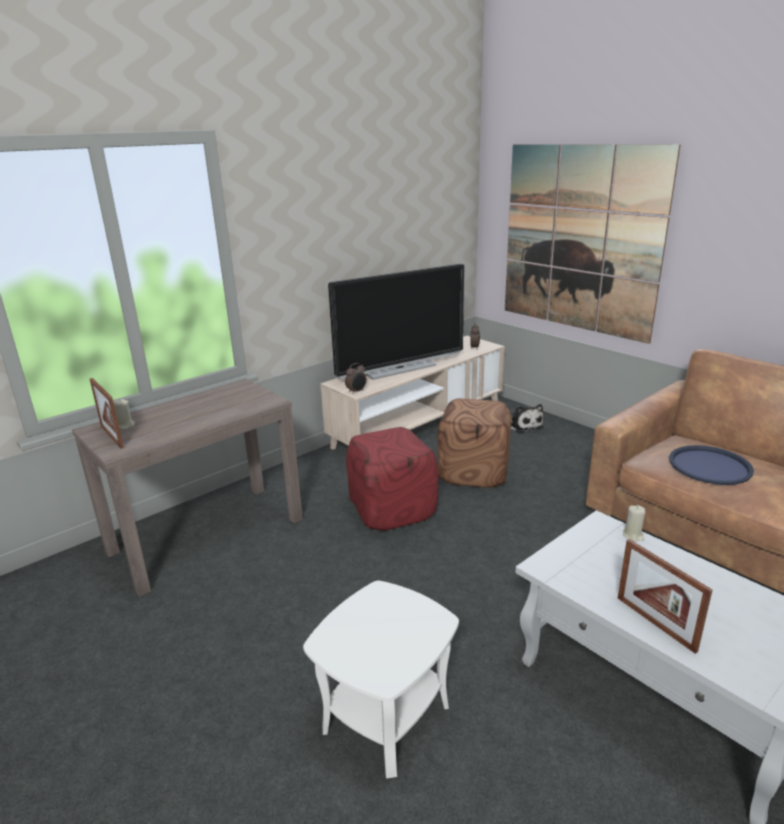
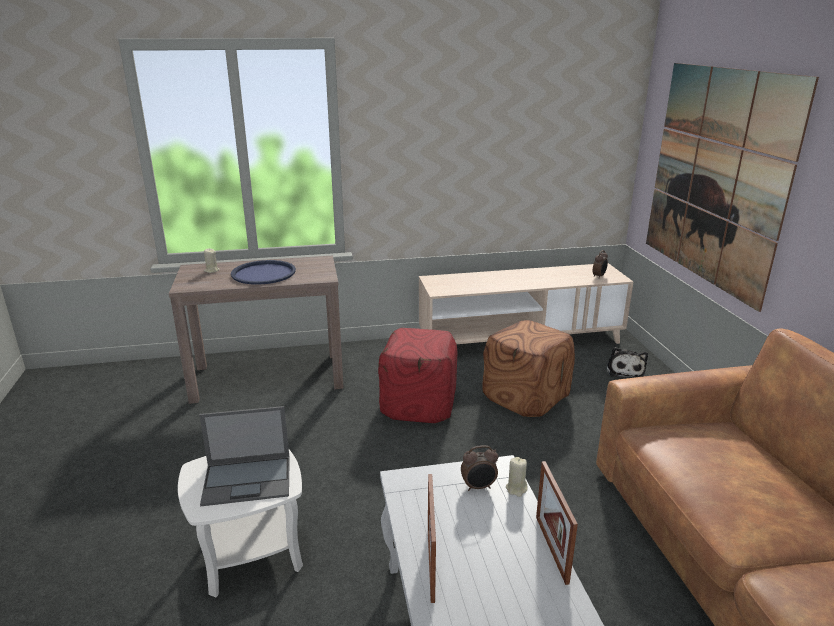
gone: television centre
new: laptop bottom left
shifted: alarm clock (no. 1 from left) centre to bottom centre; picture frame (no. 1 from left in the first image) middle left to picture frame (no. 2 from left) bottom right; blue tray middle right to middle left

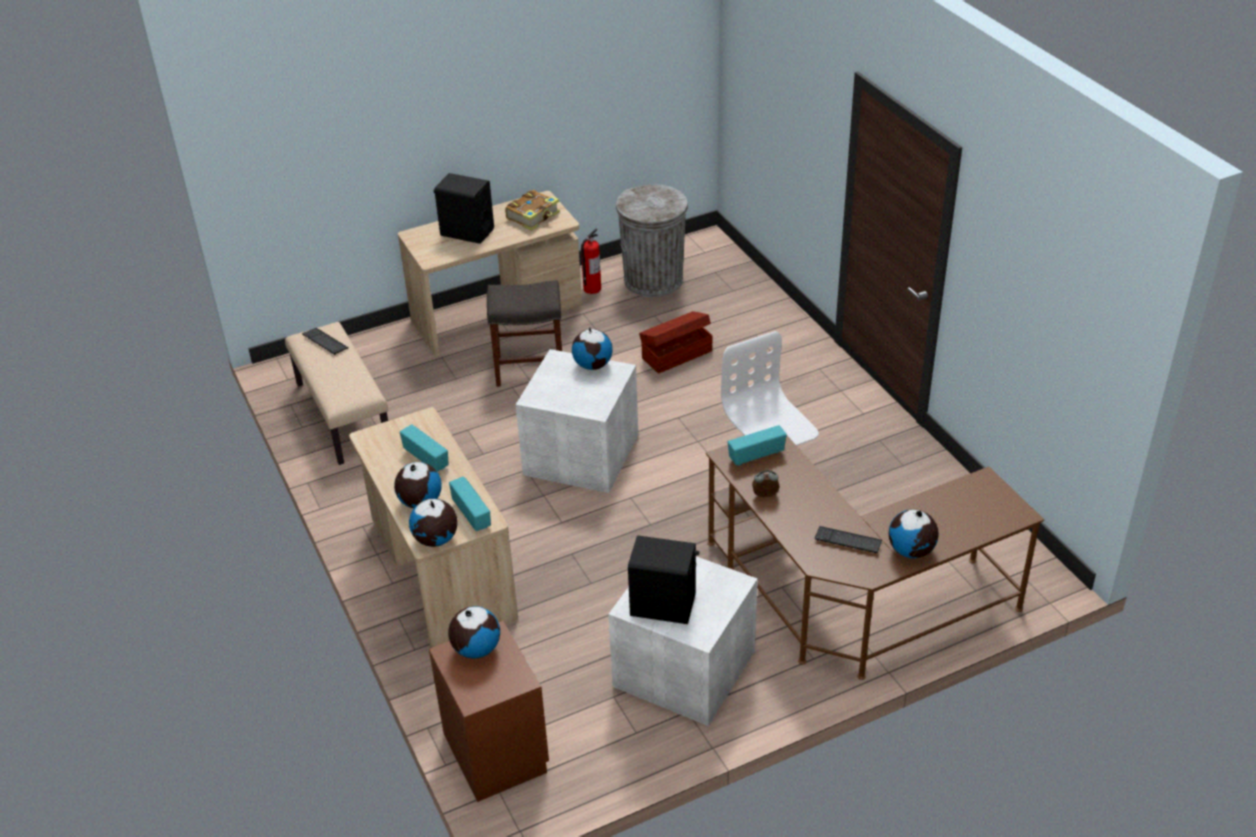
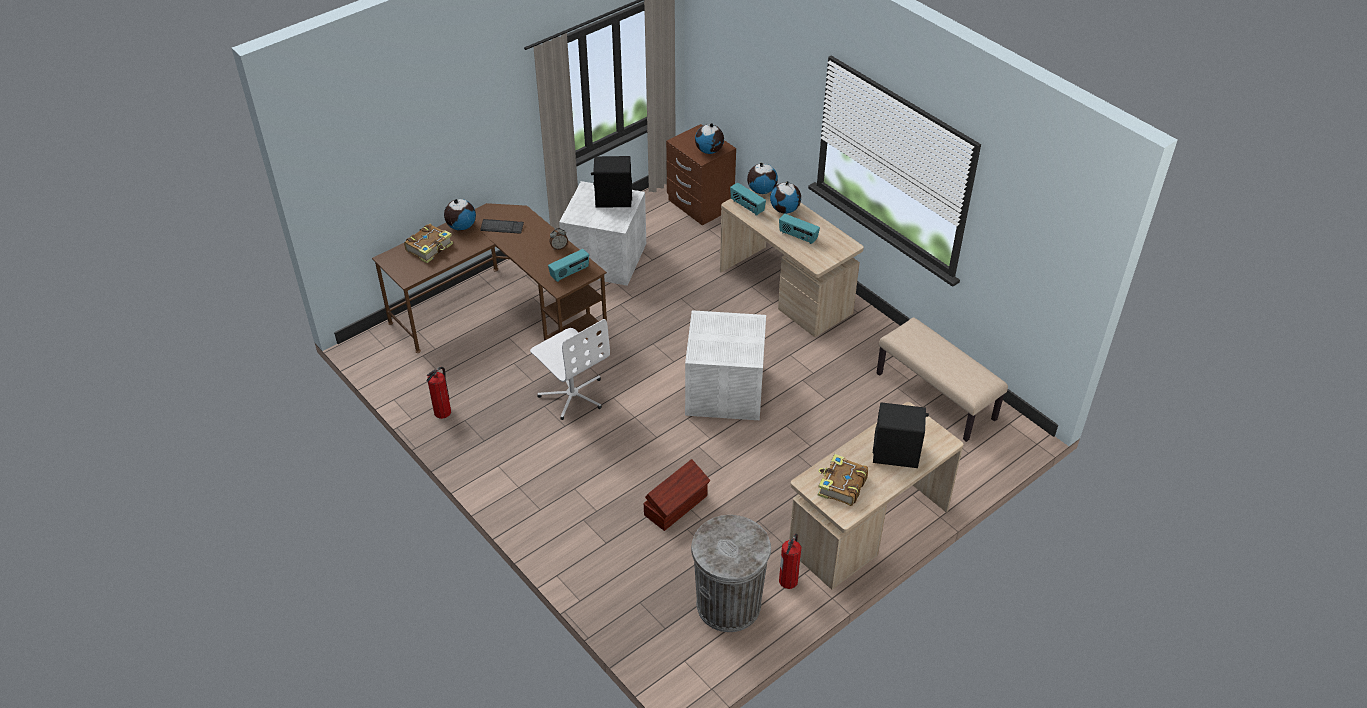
gone: grey stool centre; globe (no. 4 from left) centre; keyboard (no. 1 from left) middle left
new: book (no. 1 from left) middle left; fire extinguisher (no. 1 from left) middle left

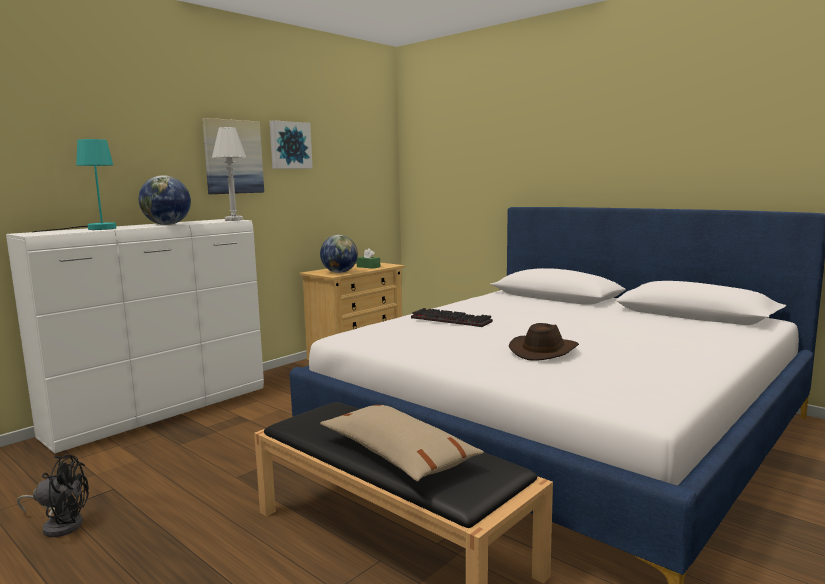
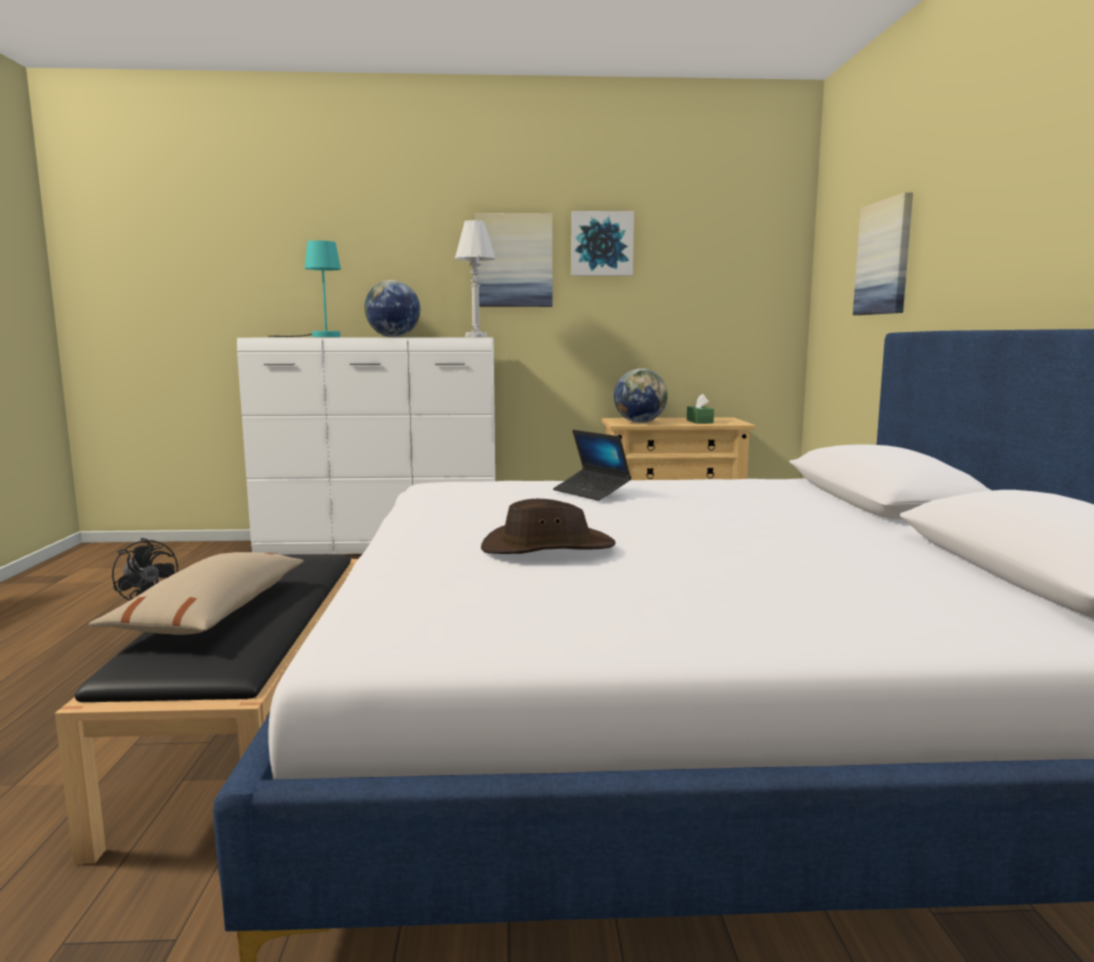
new: picture (no. 3 from left) top right
swapped: keyboard centre to laptop centre

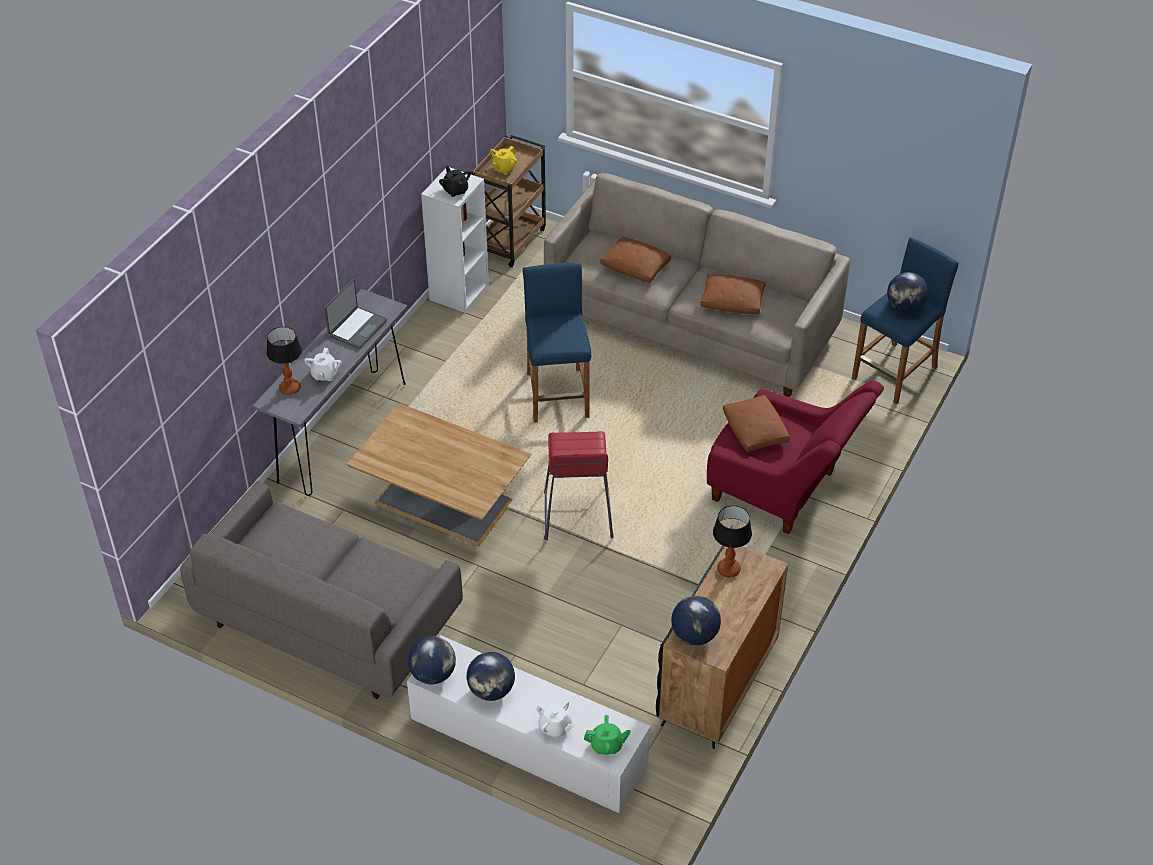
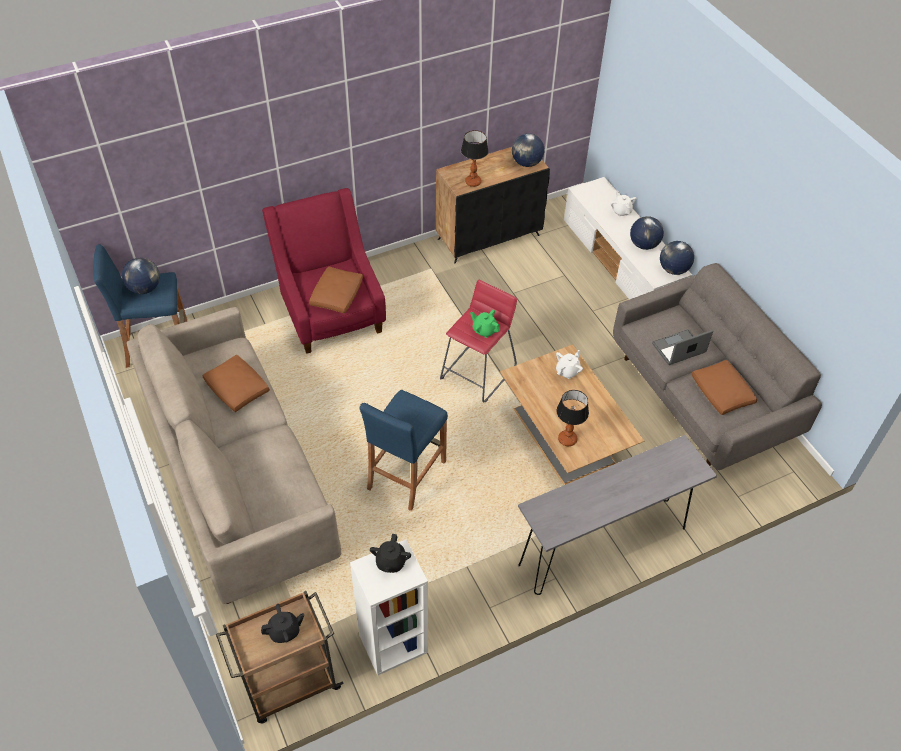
shifted: brown pillow (no. 1 from left in the first image) top centre to brown pillow (no. 3 from left) middle right; laptop middle left to middle right; table lamp (no. 1 from left in the first image) middle left to table lamp (no. 2 from left) centre; white teapot (no. 1 from left) middle left to centre; green teapot bottom centre to centre
repainted: yellow teapot top centre to black teapot (no. 1 from left) bottom left

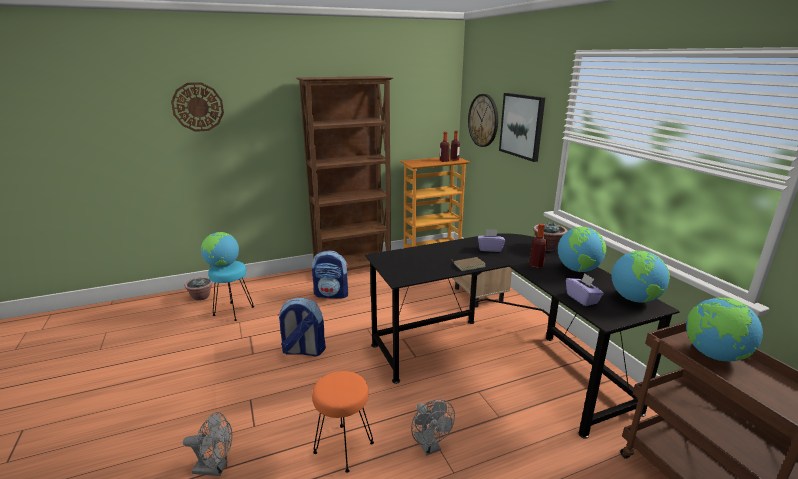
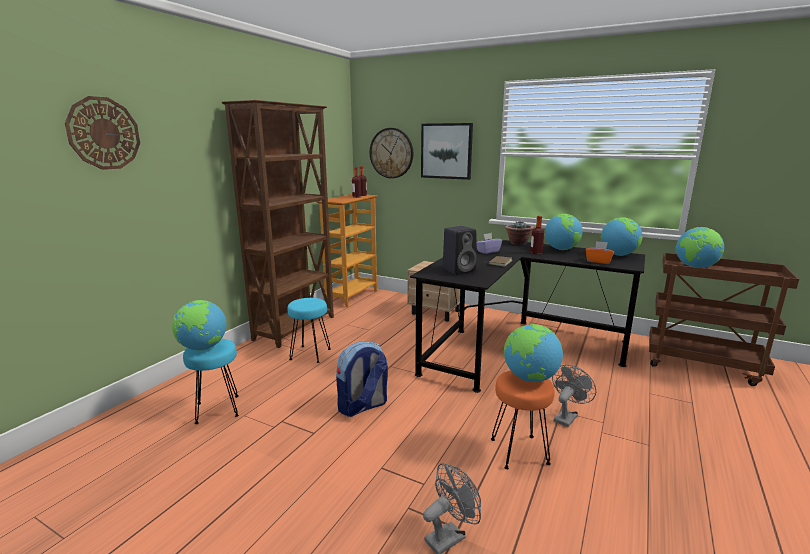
gone: potted plant (no. 1 from left) middle left
new: black speaker centre; globe (no. 2 from left) centre
swapped: backpack (no. 2 from left) centre to turquoise stool (no. 2 from left) centre
repainted: purple tissue box (no. 2 from left) middle right to orange tissue box middle right
rotated: grey fan (no. 2 from left) bottom centre = bottom right 75 degrees counterclockwise

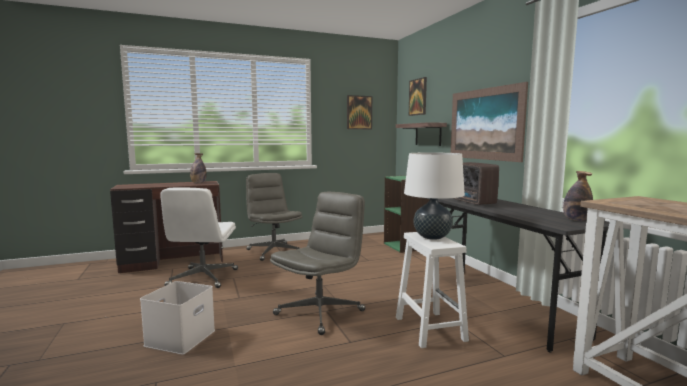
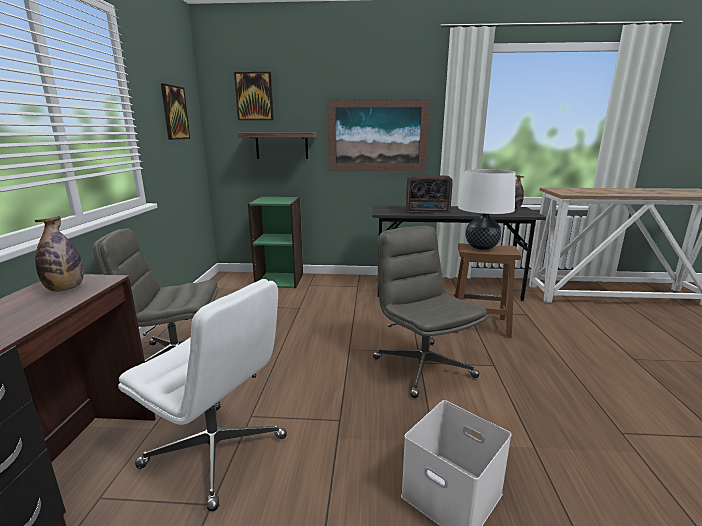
repainted: white stool bottom centre to brown stool middle right

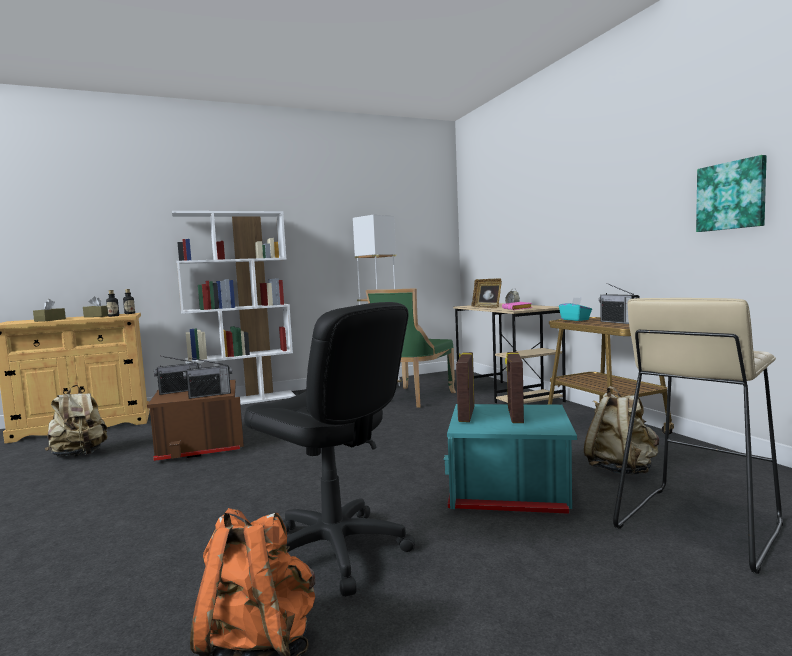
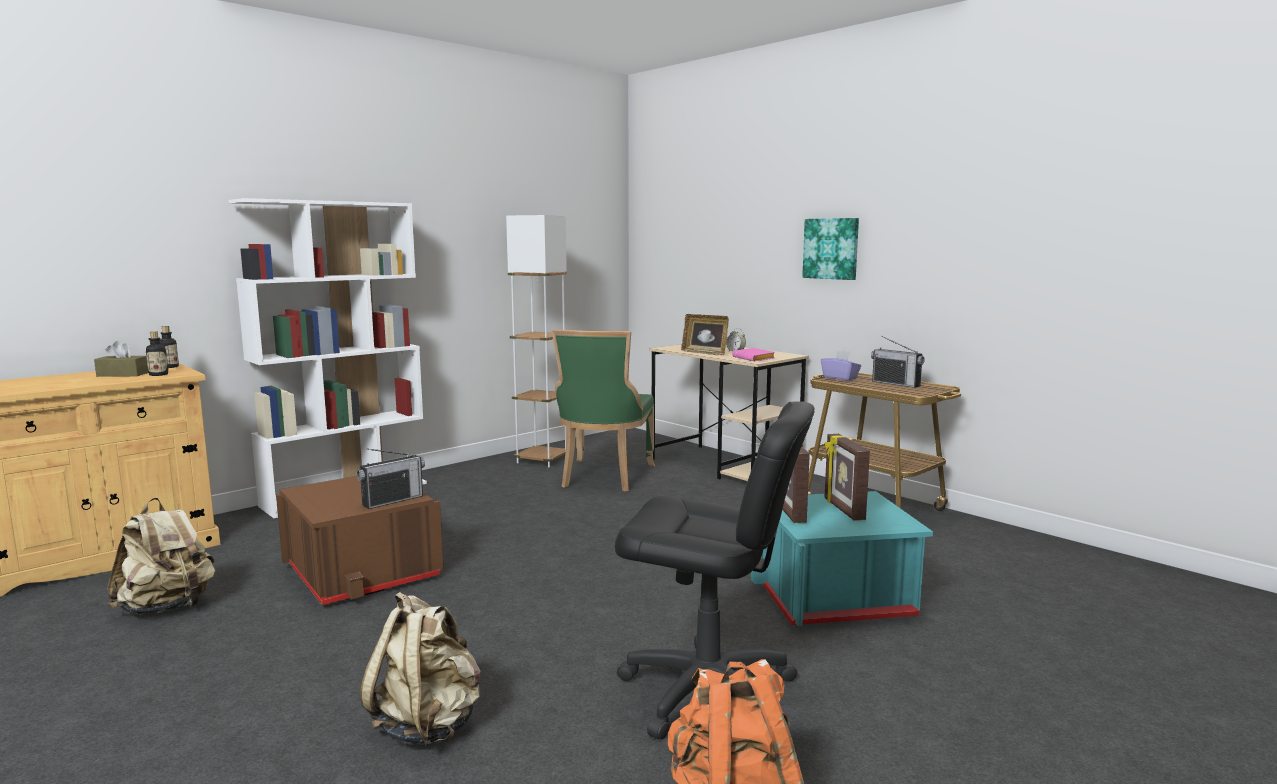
gone: beige stool middle right; brown tissue box (no. 1 from left) middle left; radio (no. 1 from left) middle left
shifted: picture top right to top centre; beige backpack (no. 2 from left) middle right to bottom left
repainted: turquoise tissue box middle right to purple tissue box centre

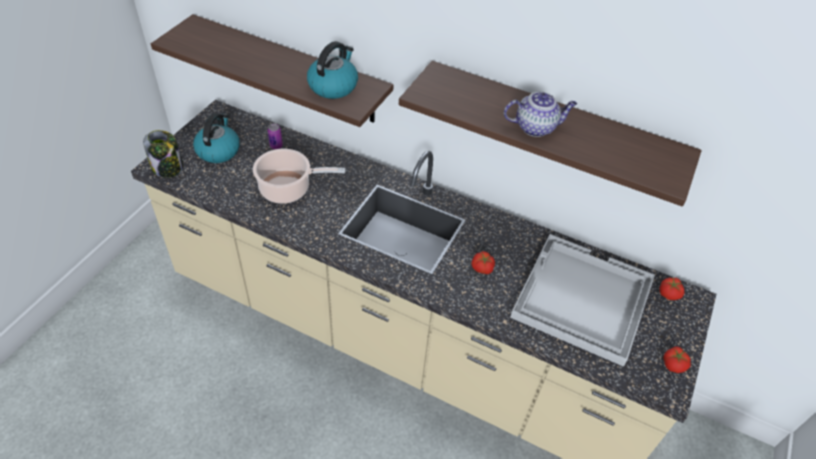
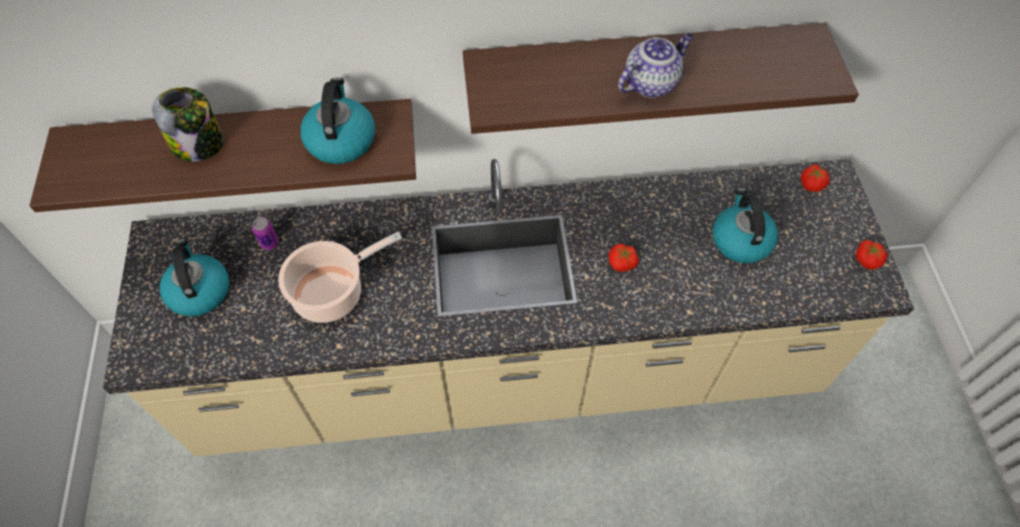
shifted: jar middle left to top left
swapped: white tray middle right to kettle (no. 3 from left) middle right

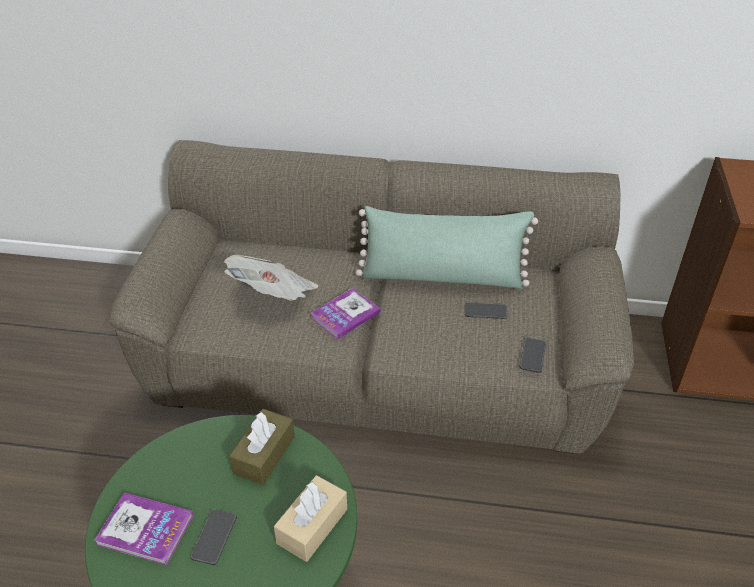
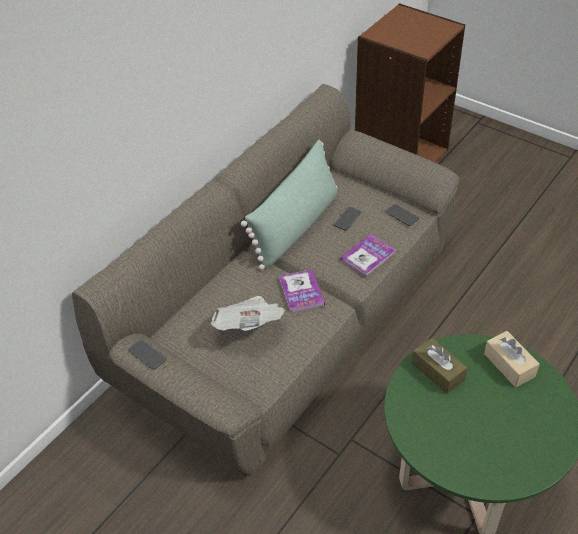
shifted: book (no. 1 from left in the first image) bottom left to book (no. 2 from left) centre; phone (no. 1 from left) bottom left to middle left

